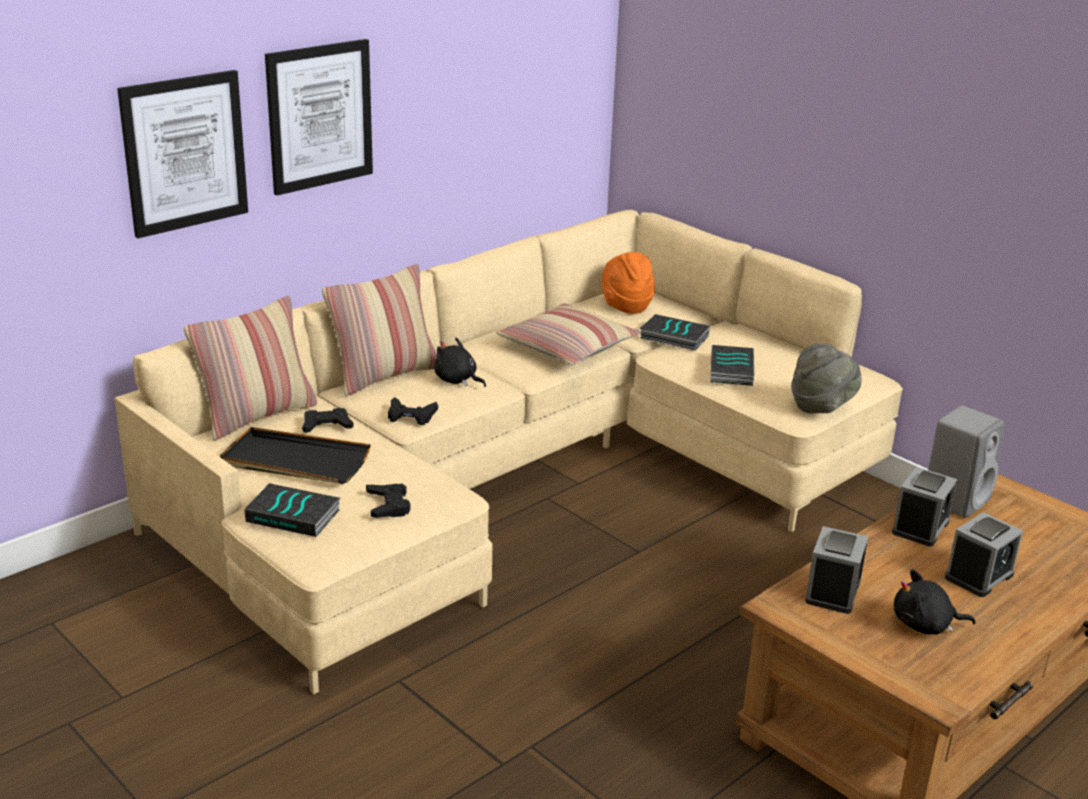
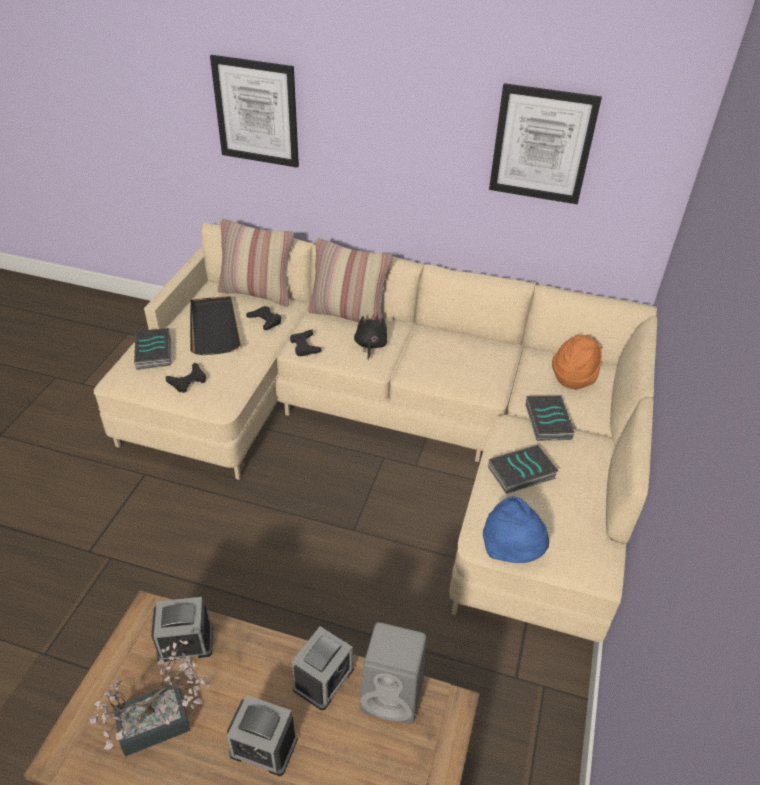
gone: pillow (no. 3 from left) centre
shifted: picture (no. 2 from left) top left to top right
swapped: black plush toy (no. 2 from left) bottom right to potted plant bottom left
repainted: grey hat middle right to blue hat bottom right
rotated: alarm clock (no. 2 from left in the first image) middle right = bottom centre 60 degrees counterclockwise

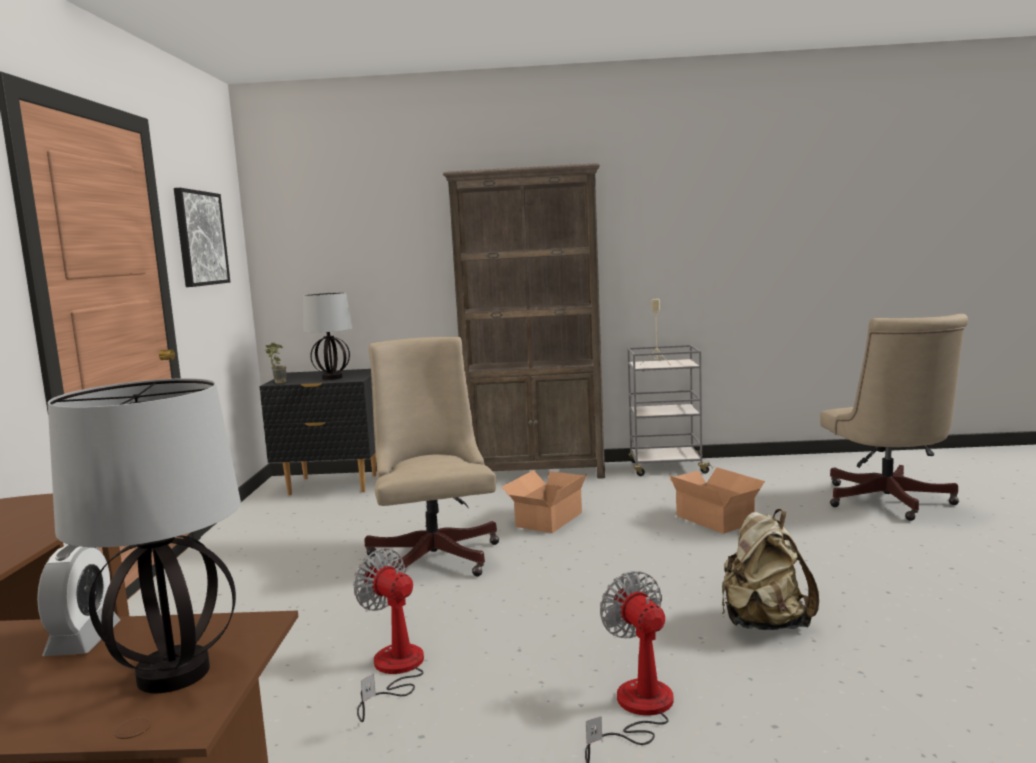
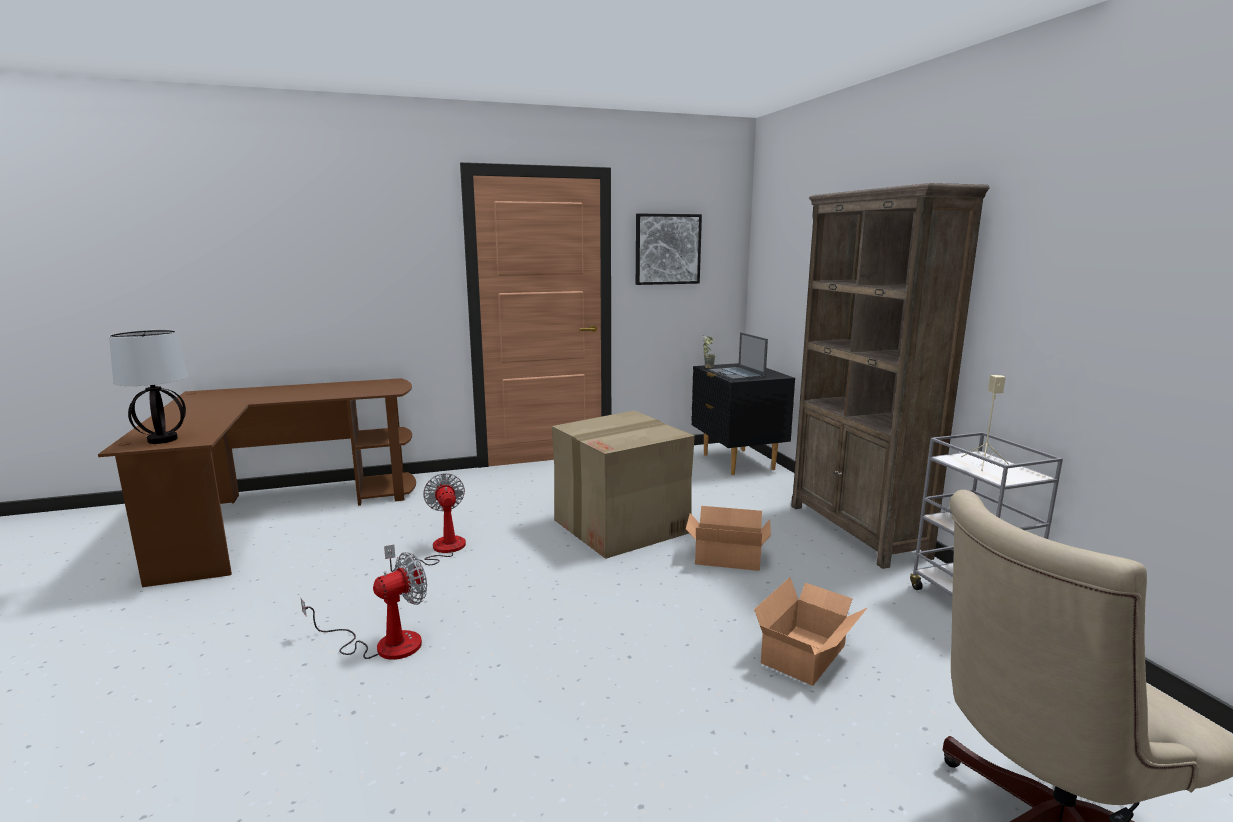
gone: beige backpack bottom right; alarm clock bottom left
swapped: table lamp (no. 2 from left) middle left to laptop centre; beige office chair (no. 1 from left) centre to cardboard box (no. 1 from left) centre
rotated: fan (no. 1 from left in the first image) bottom centre = centre 45 degrees counterclockwise

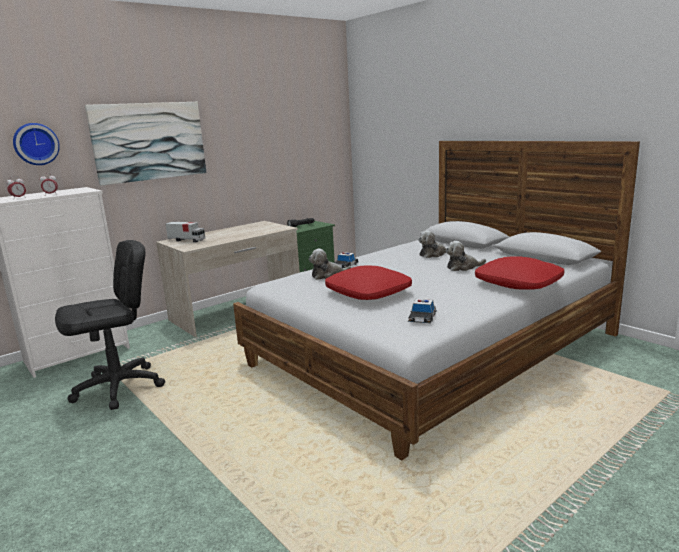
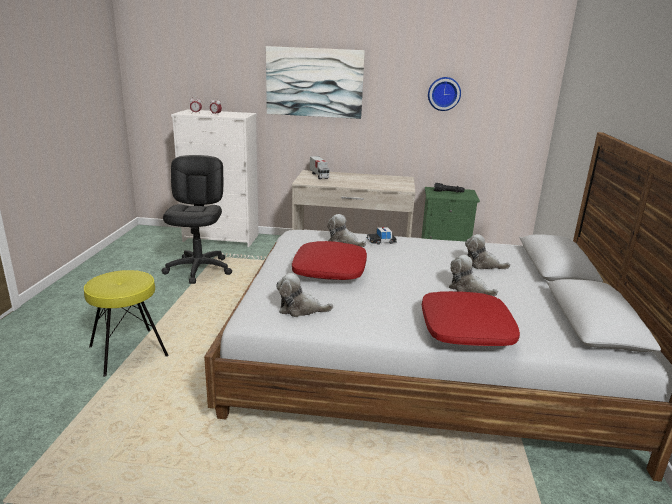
new: yellow stool middle left
shifted: wall clock top left to top centre
swapped: toy car (no. 2 from left) centre to plush toy (no. 1 from left) centre
rotated: black office chair middle left = middle left 105 degrees counterclockwise

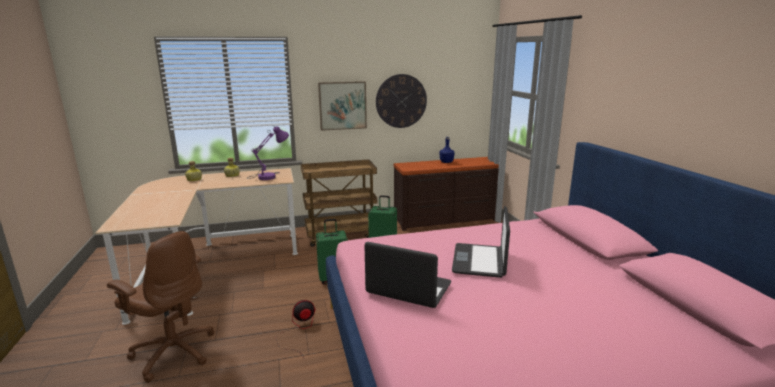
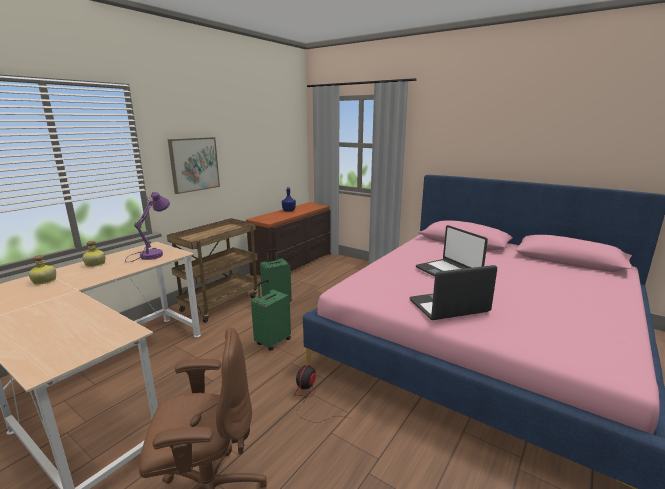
gone: wall clock top centre

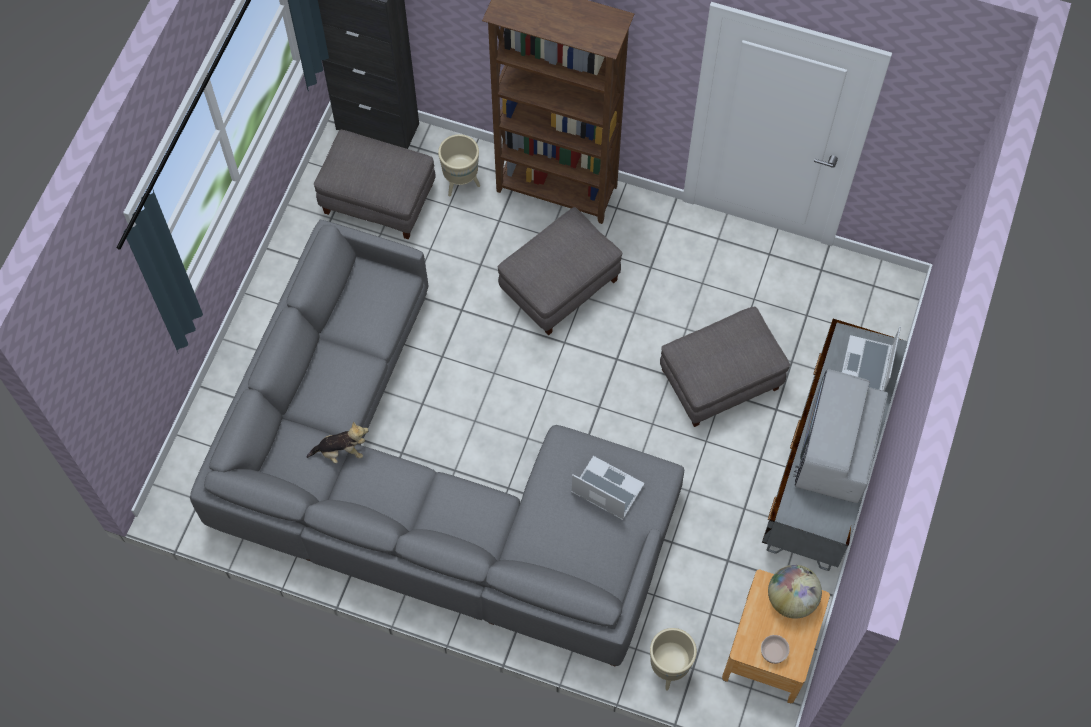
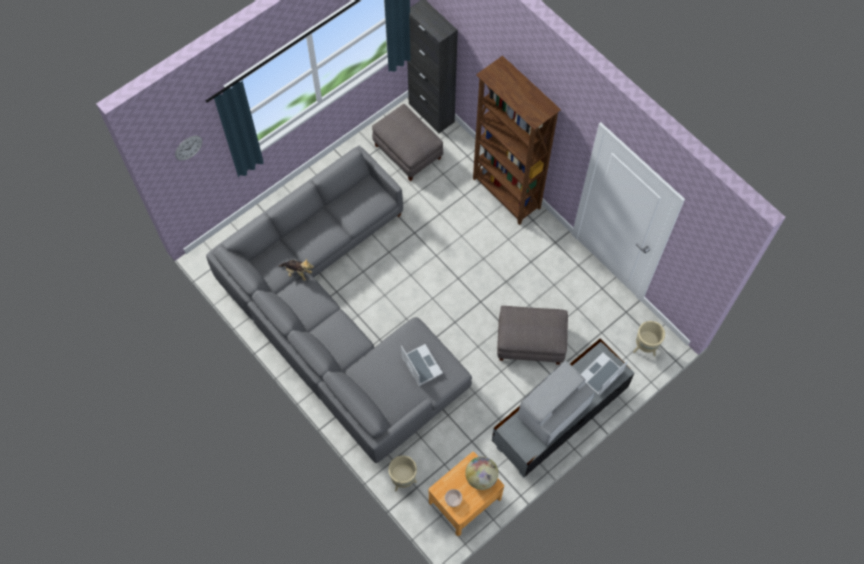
gone: grey ottoman (no. 2 from left) centre
new: wall clock top left
shifted: beige planter (no. 1 from left in the first image) top centre to beige planter (no. 2 from left) middle right

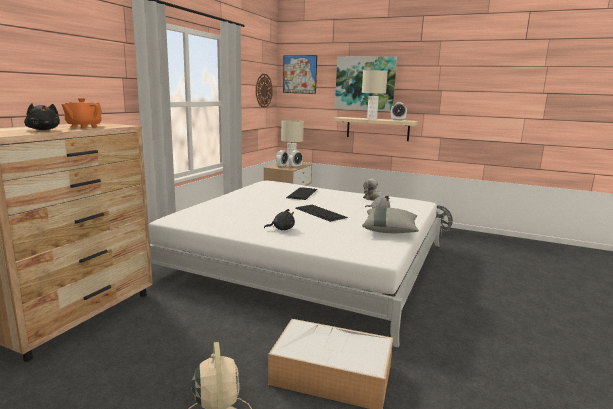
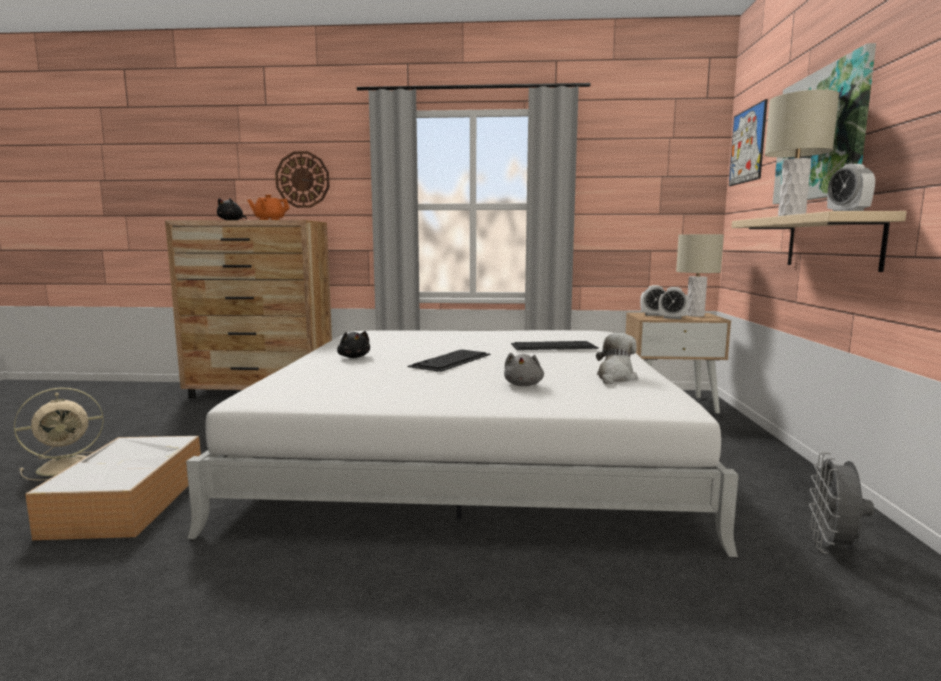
gone: grey pillow centre
shifted: wall clock top centre to top left

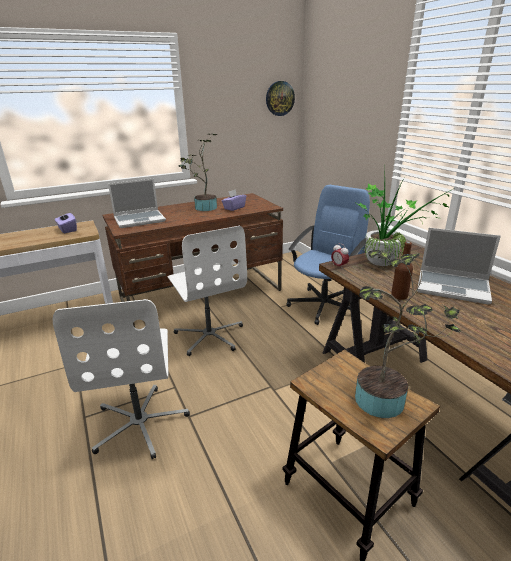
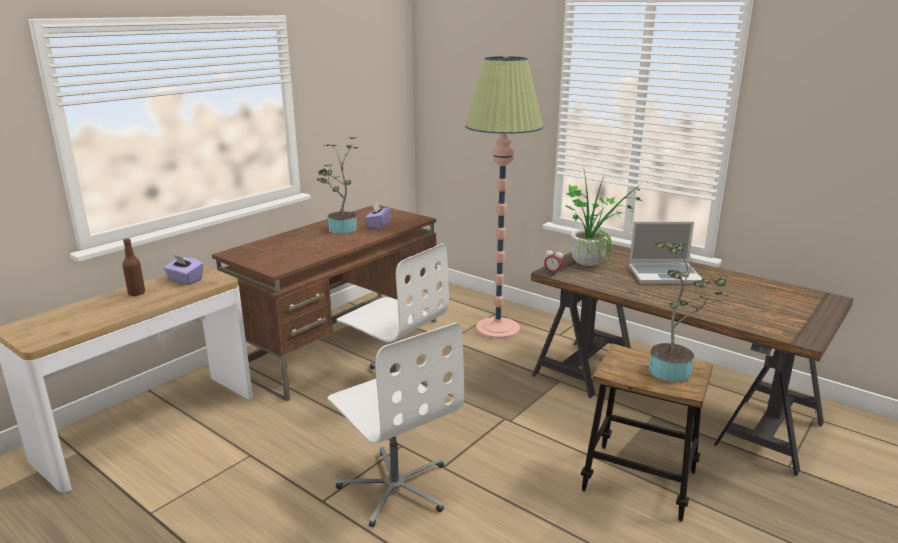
gone: wall clock top centre; laptop (no. 1 from left) middle left
shifted: brown bottle middle right to middle left
swapped: blue office chair centre to floor lamp centre

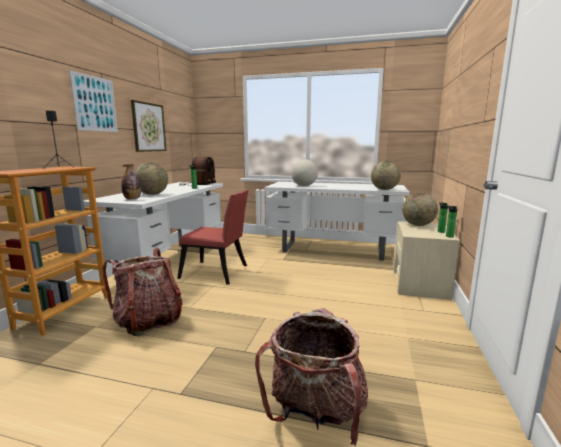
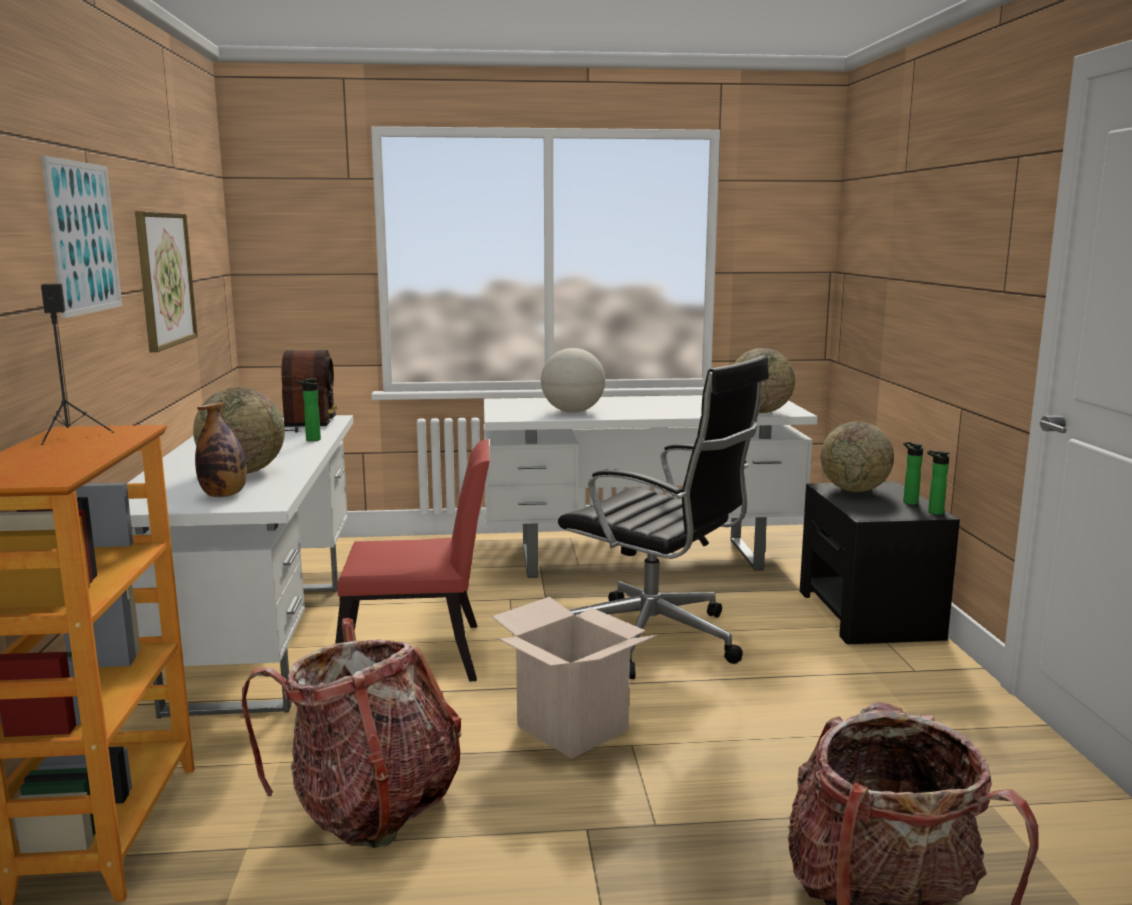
new: black office chair centre; cardboard box bottom centre
repainted: beige nightstand middle right to black nightstand middle right

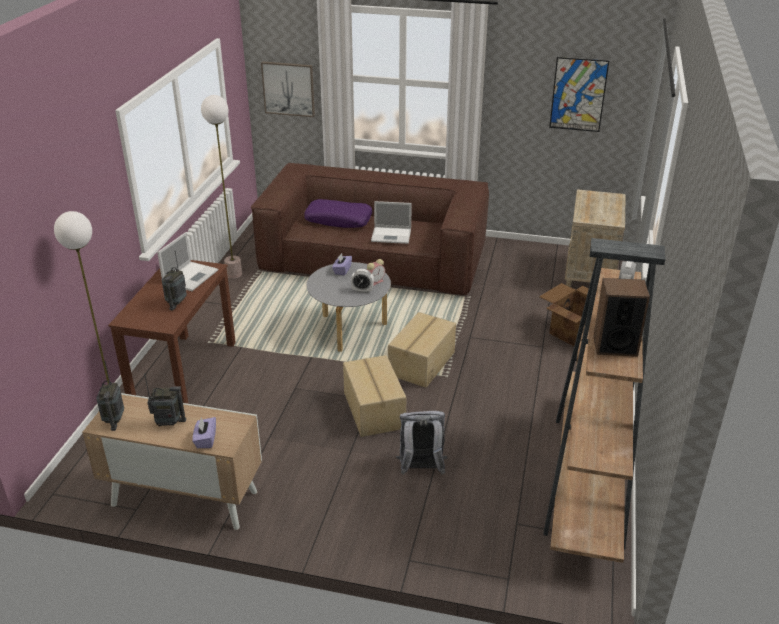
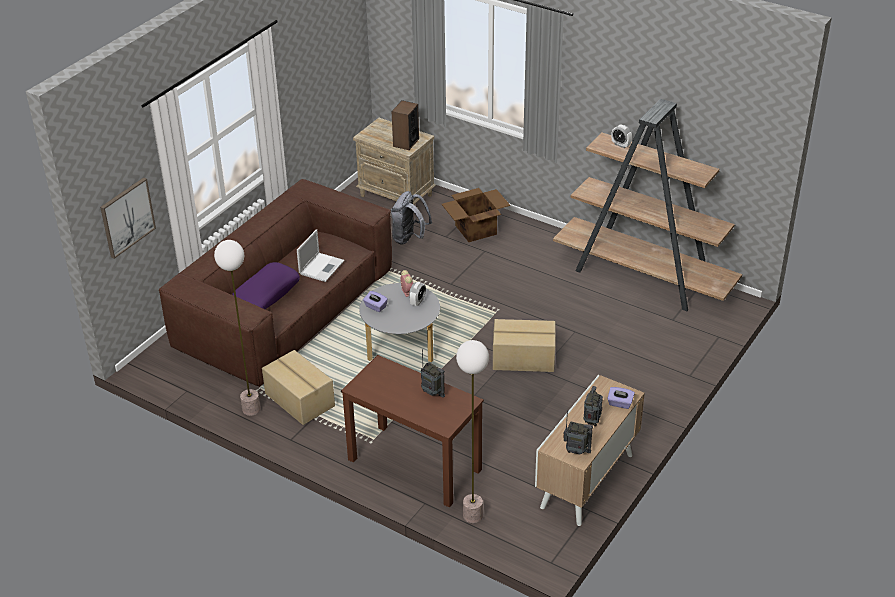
gone: picture (no. 2 from left) top right; laptop (no. 1 from left) middle left
shifted: speaker middle right to top centre; cardboard box (no. 2 from left in the first image) centre to cardboard box (no. 1 from left) middle left; grey backpack bottom centre to centre

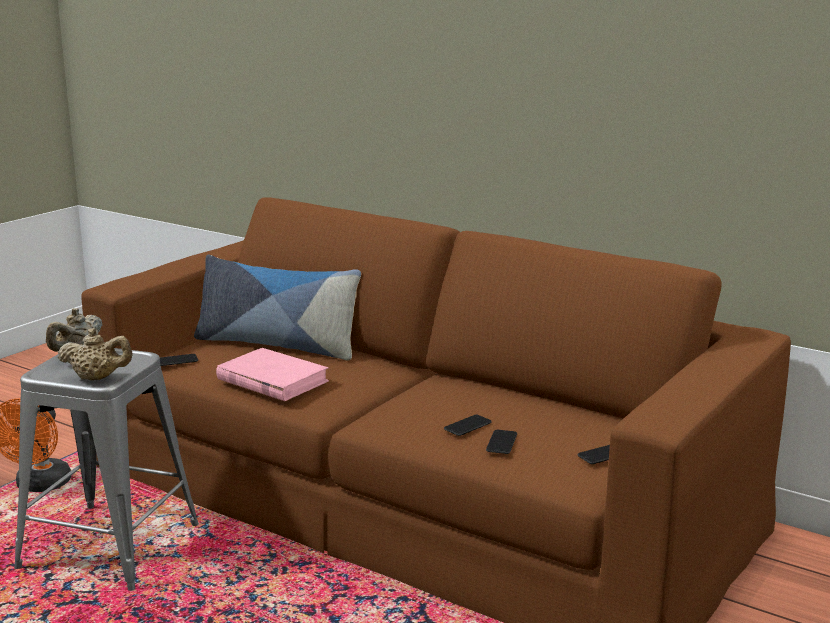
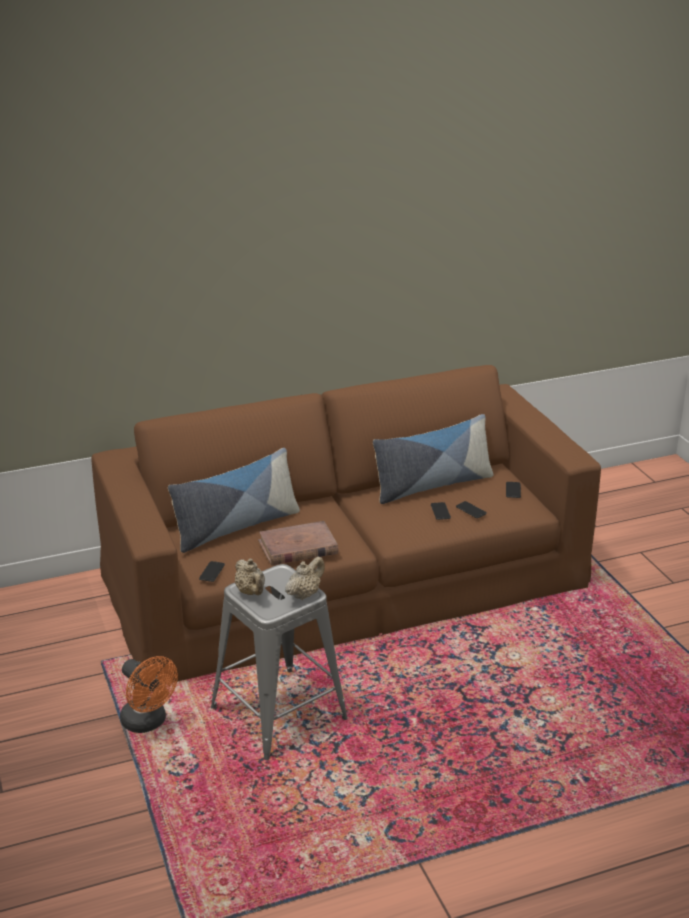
new: pillow (no. 2 from left) centre
repainted: pink book middle left to brown book centre

